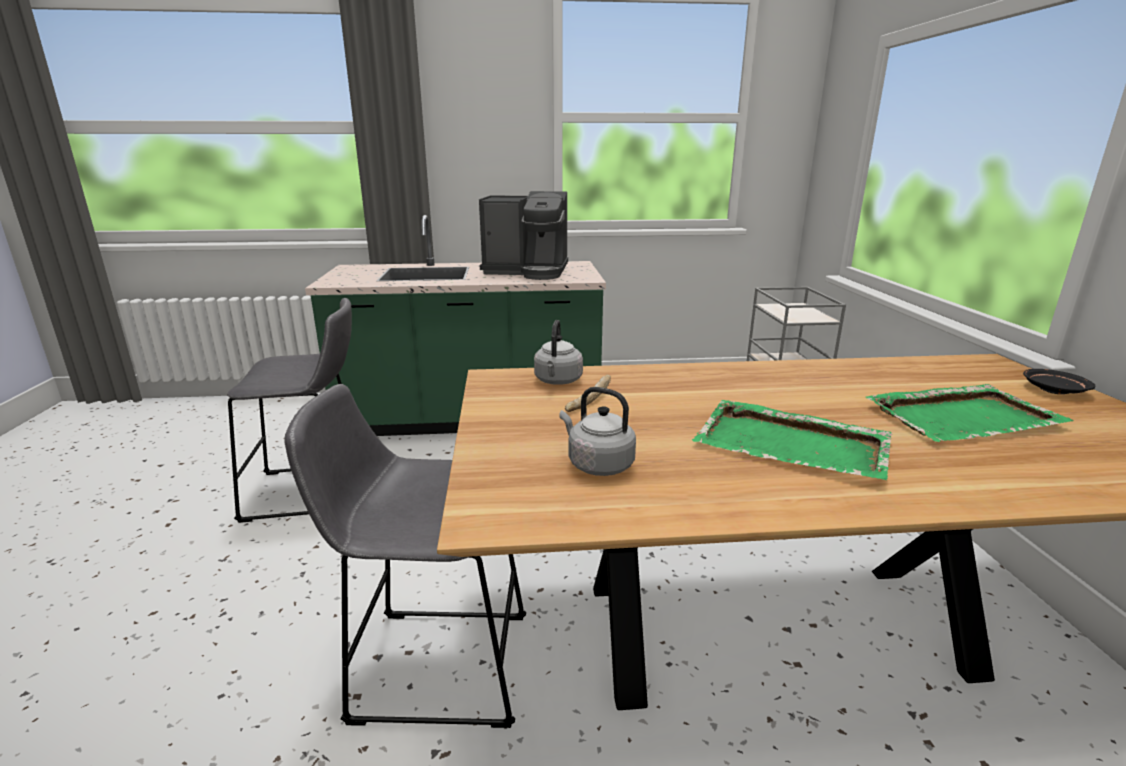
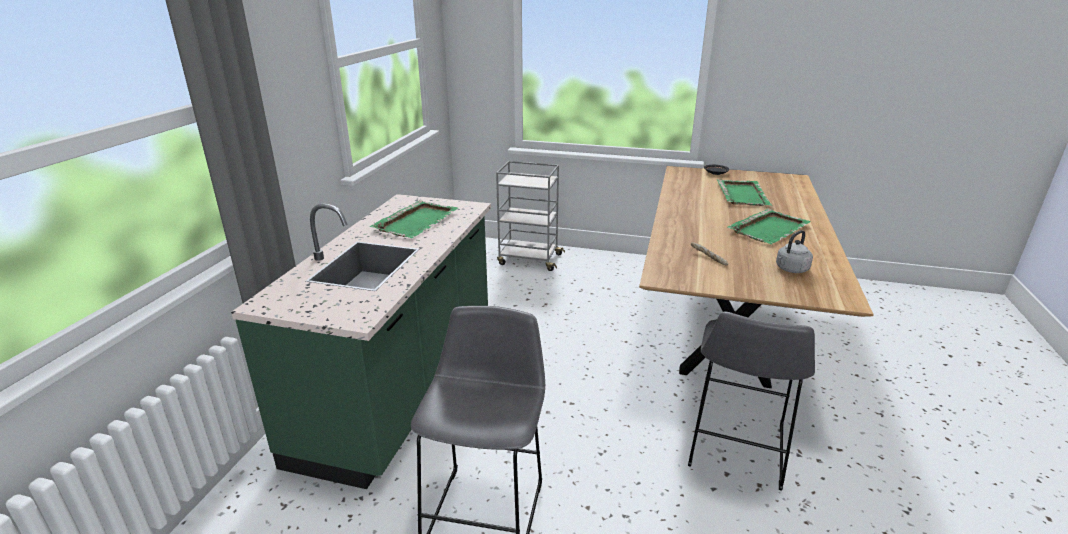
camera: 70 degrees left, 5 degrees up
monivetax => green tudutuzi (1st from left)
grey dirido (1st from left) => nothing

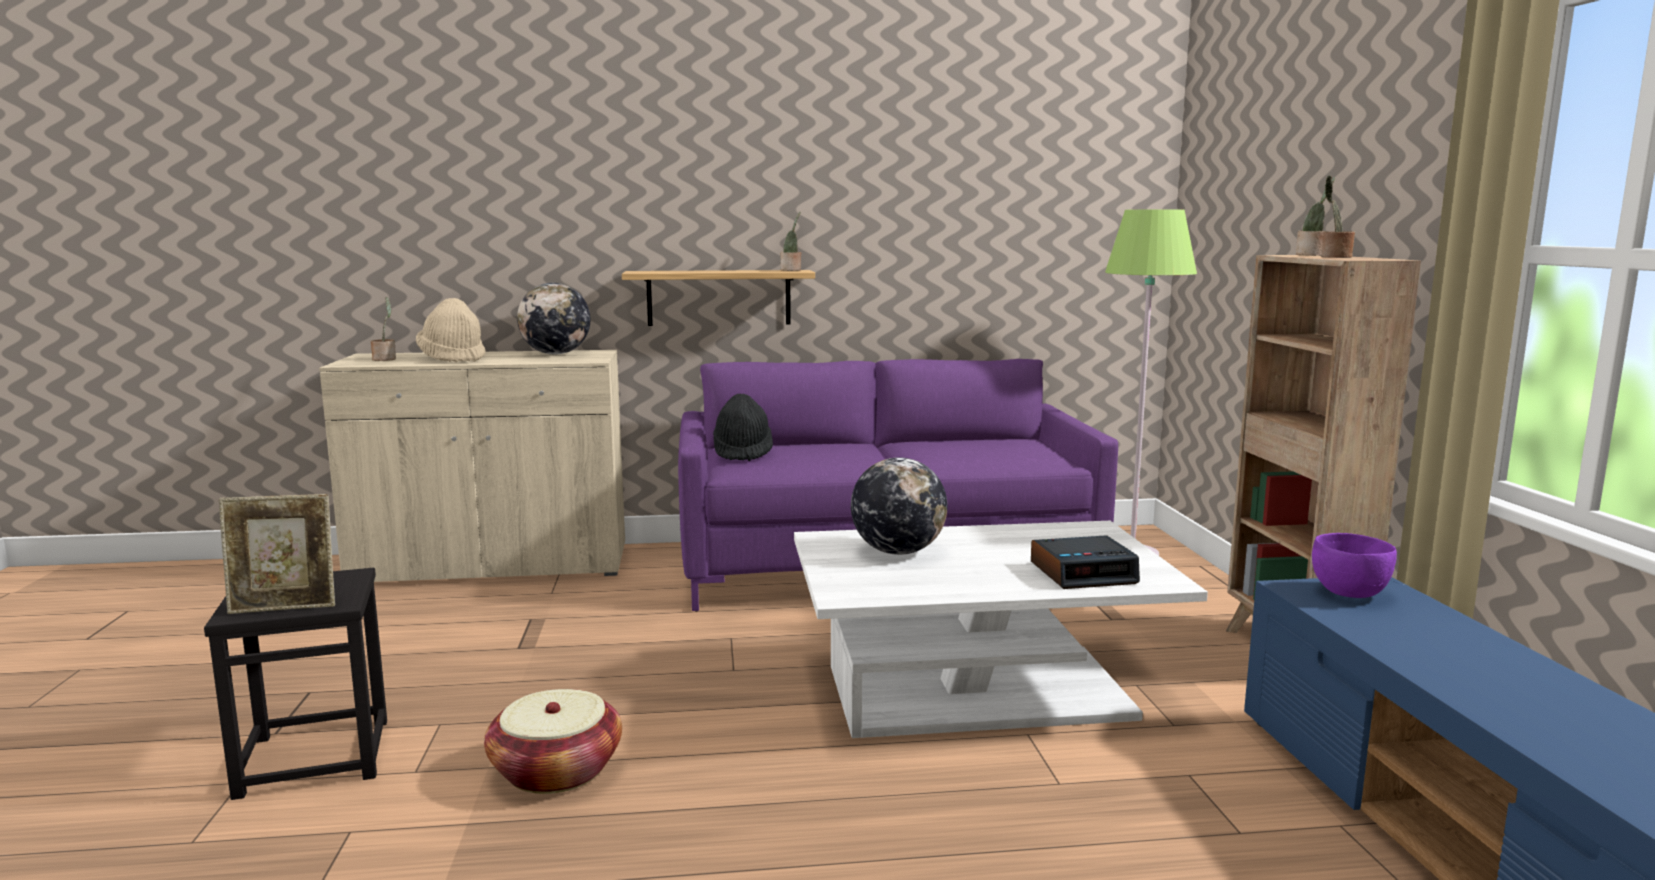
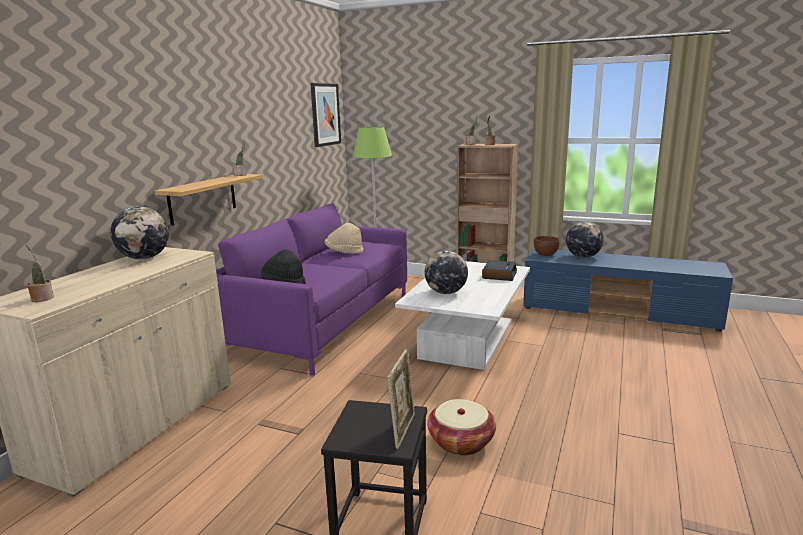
camera: 60 degrees left, 5 degrees up
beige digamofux, moved
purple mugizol => brown mugizol
nothing => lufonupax
nothing => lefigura (3rd from left)

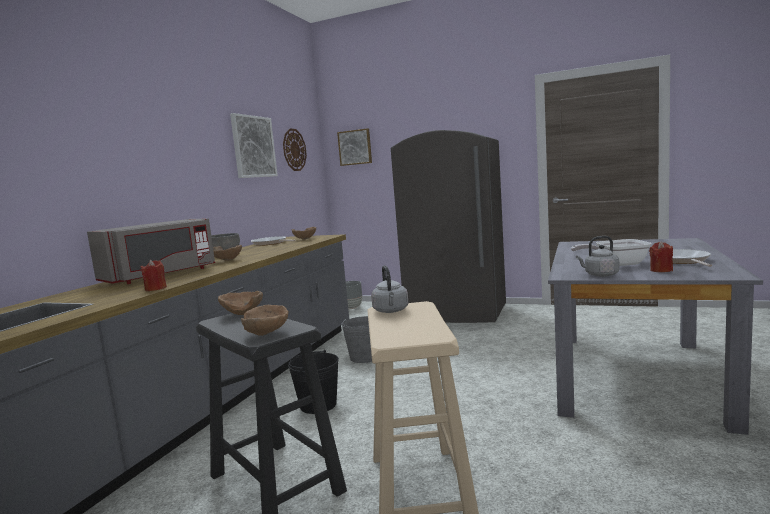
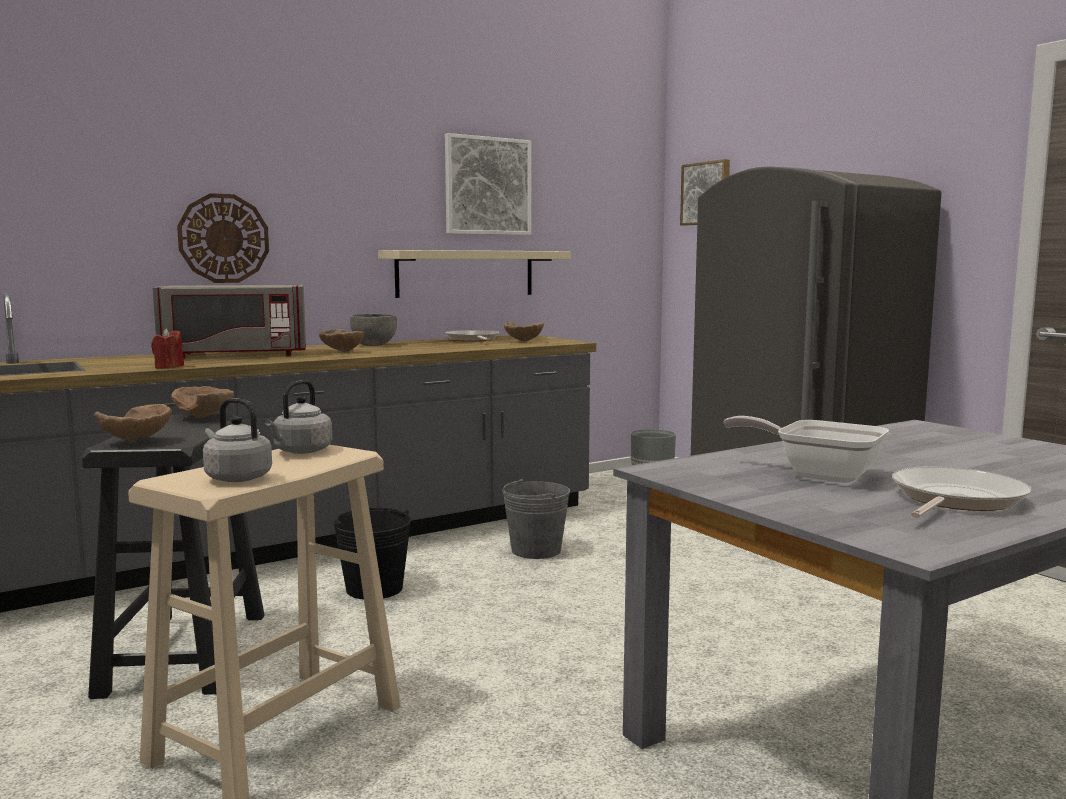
camera: 35 degrees right, 0 degrees up
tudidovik, moved
grey dirido (2nd from left in the first image) => grey dirido (1st from left), moved
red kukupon (2nd from left) => nothing
nothing => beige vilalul

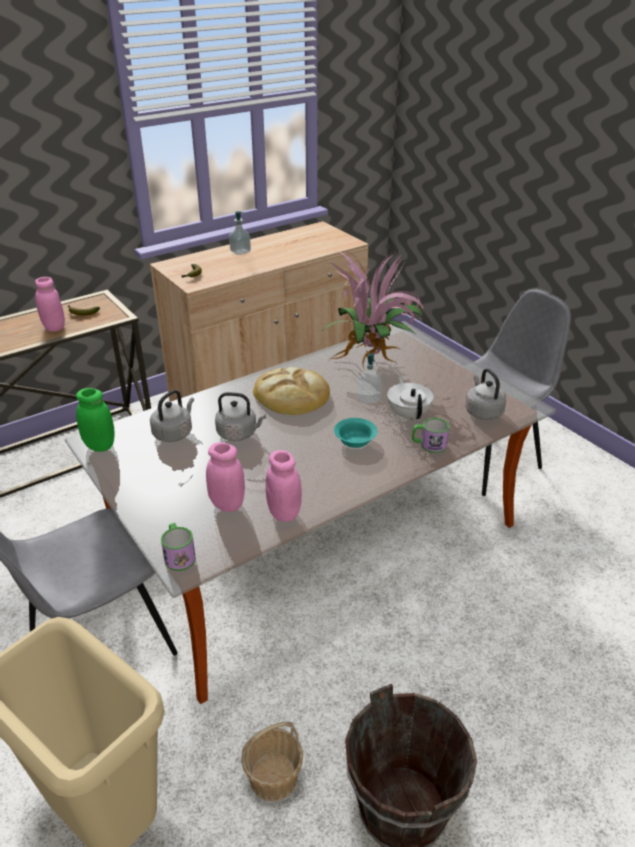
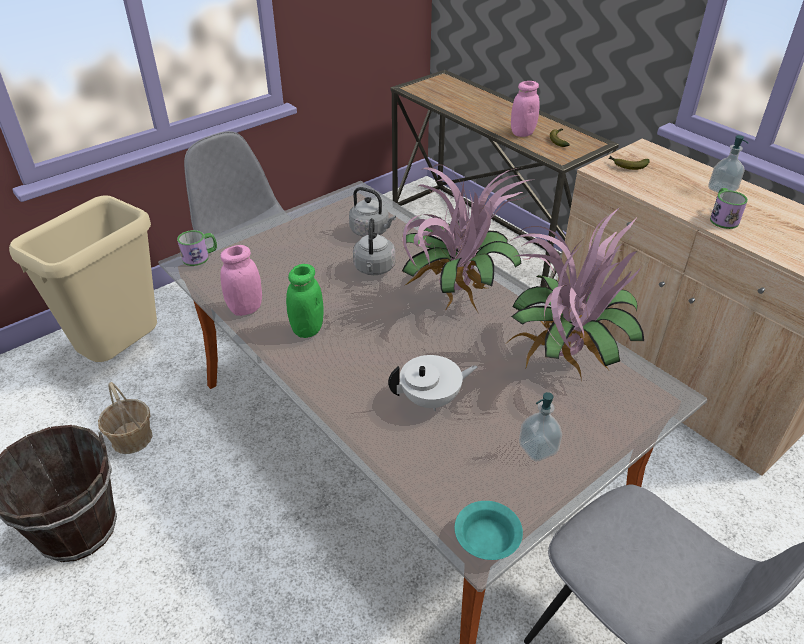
camera: 85 degrees right, 5 degrees up
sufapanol (2nd from left in the first image) => sufapanol (1st from left), moved
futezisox => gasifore (1st from left)
grey dirido (3rd from left) => nothing
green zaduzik, moved
turquoise mugizol, moved
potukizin (2nd from left), moved
pink zaduzik (2nd from left) => nothing

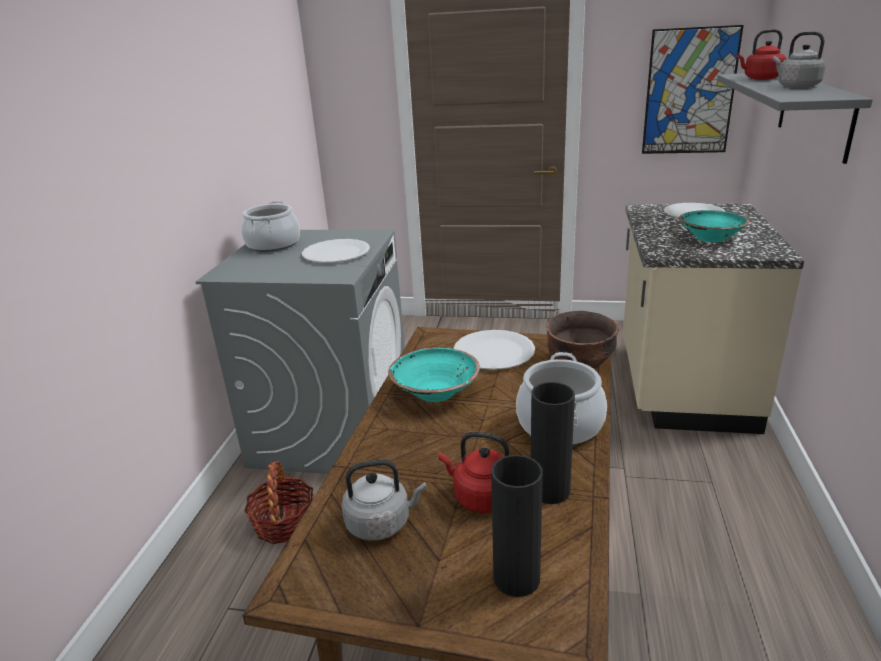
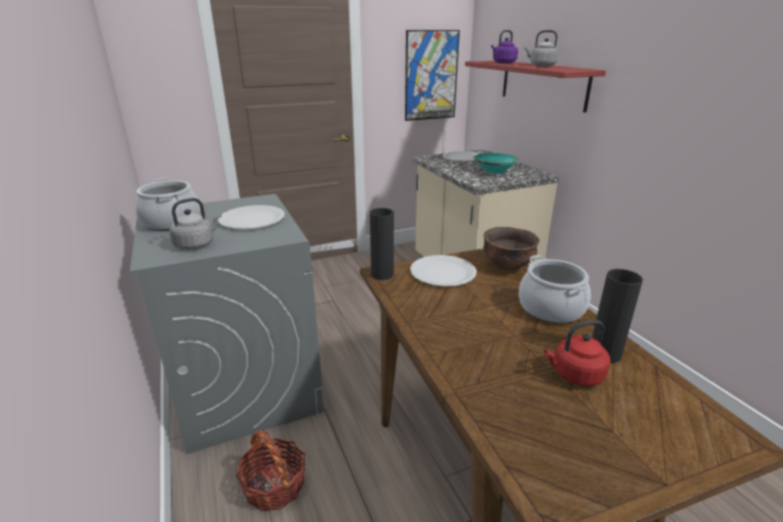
camera: 35 degrees left, 0 degrees up
red dirido (2nd from left) => purple dirido
grey vilalul => red vilalul
turquoise mugizol (1st from left) => nothing
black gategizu (1st from left), moved
grey dirido (1st from left), moved

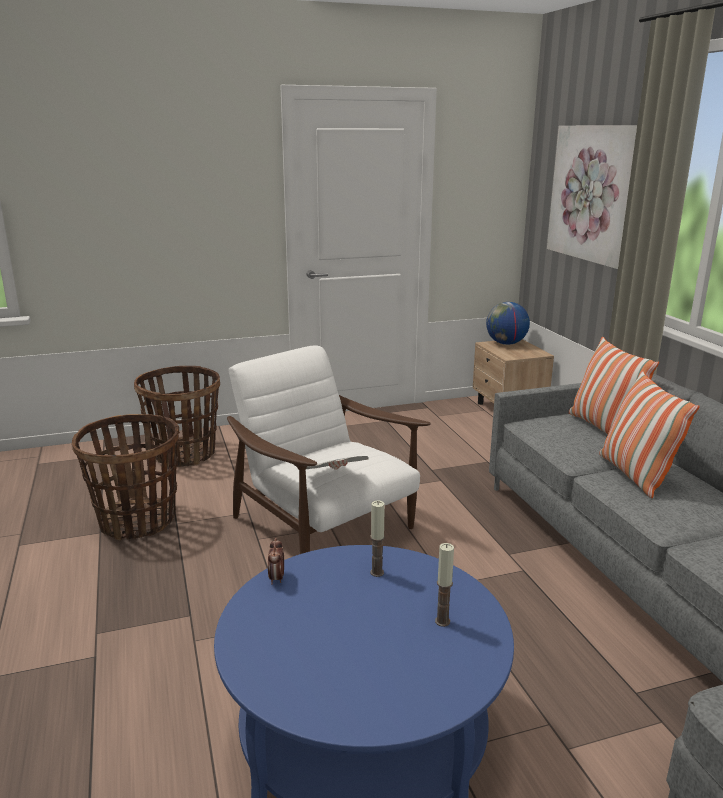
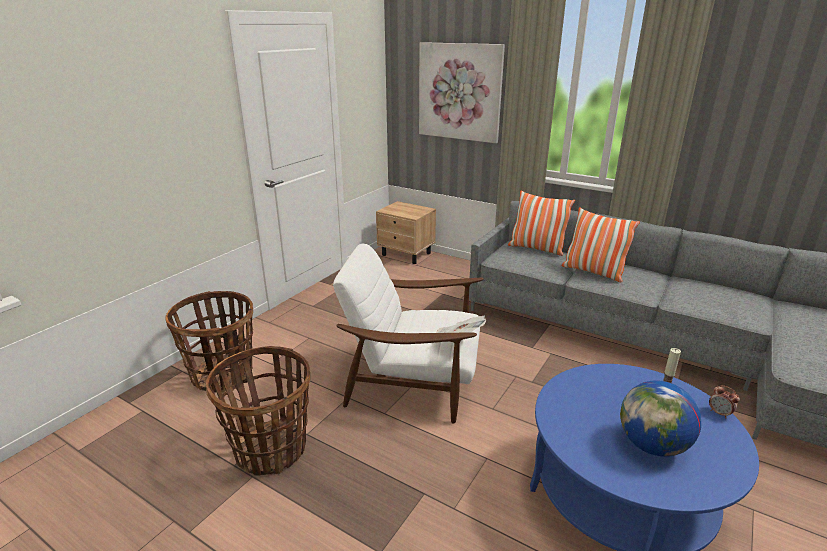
camera: 40 degrees left, 5 degrees up
lefigura, moved
kukupon (1st from left) => nothing
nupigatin, moved

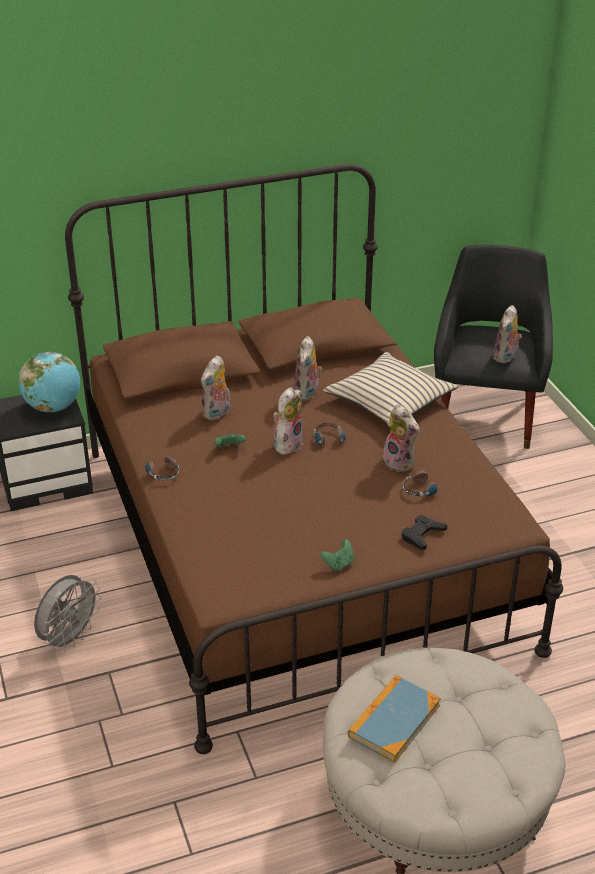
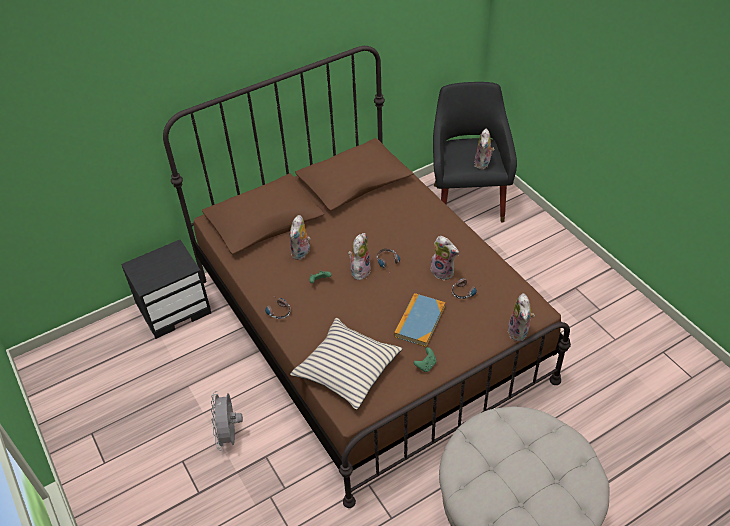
camera: 10 degrees left, 10 degrees up
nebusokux (3rd from left in the first image) => nebusokux (5th from left), moved
lefigura => nothing
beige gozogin, moved
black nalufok => nothing
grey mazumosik, 150 degrees clockwise
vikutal, moved

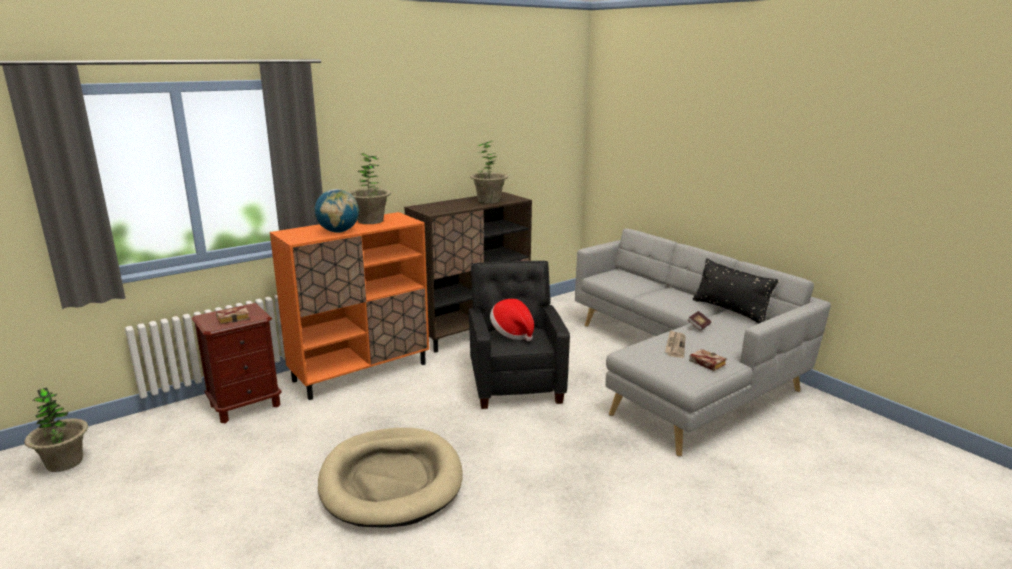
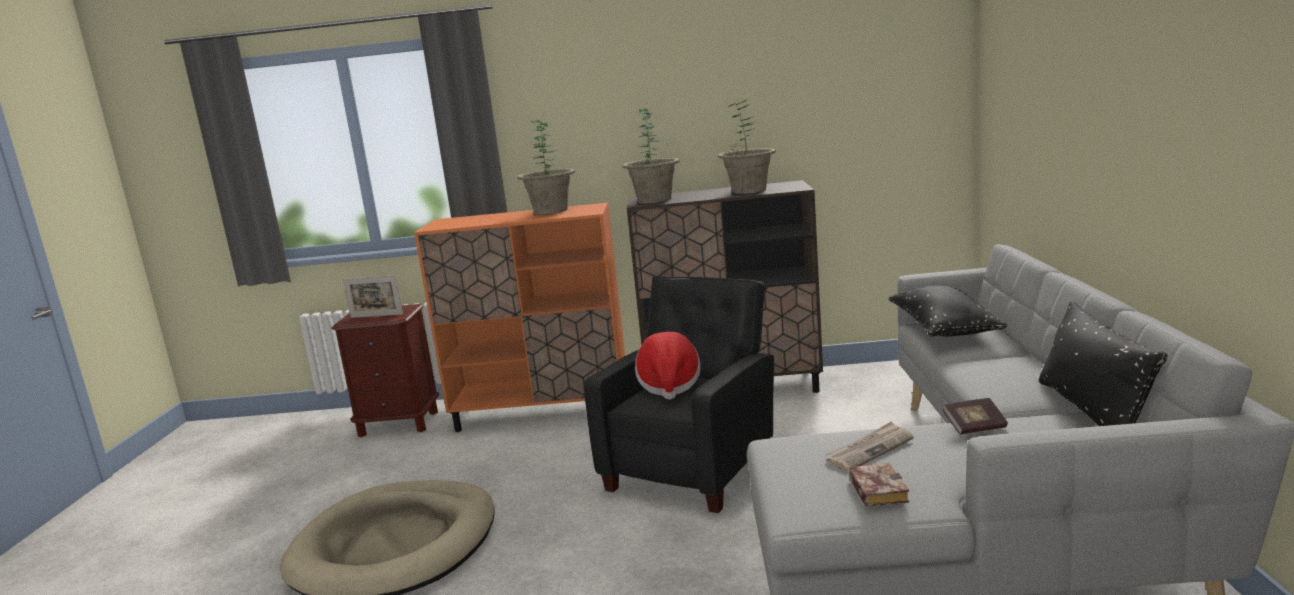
camera: 40 degrees right, 5 degrees down
lefigura => nothing
vikutal (1st from left) => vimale
gasifore (1st from left in the first image) => gasifore (2nd from left), moved
nothing => black gozogin (1st from left)

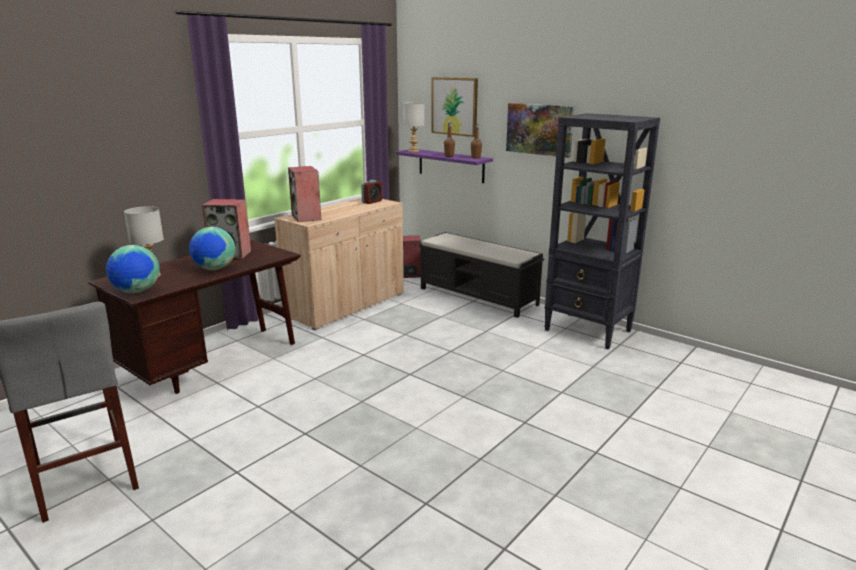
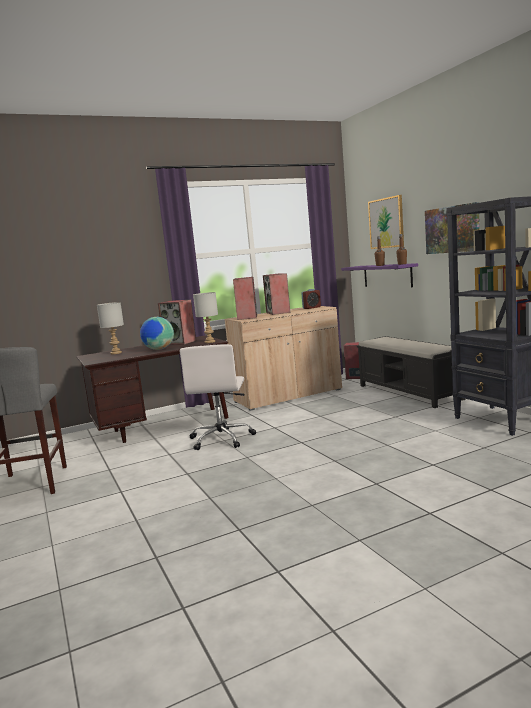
camera: 25 degrees right, 10 degrees down
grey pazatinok (2nd from left), moved
lefigura (1st from left) => nothing
nothing => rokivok (3rd from left)
nothing => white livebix

